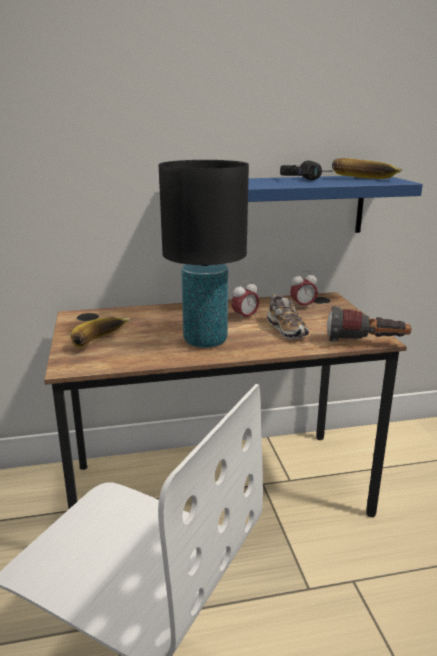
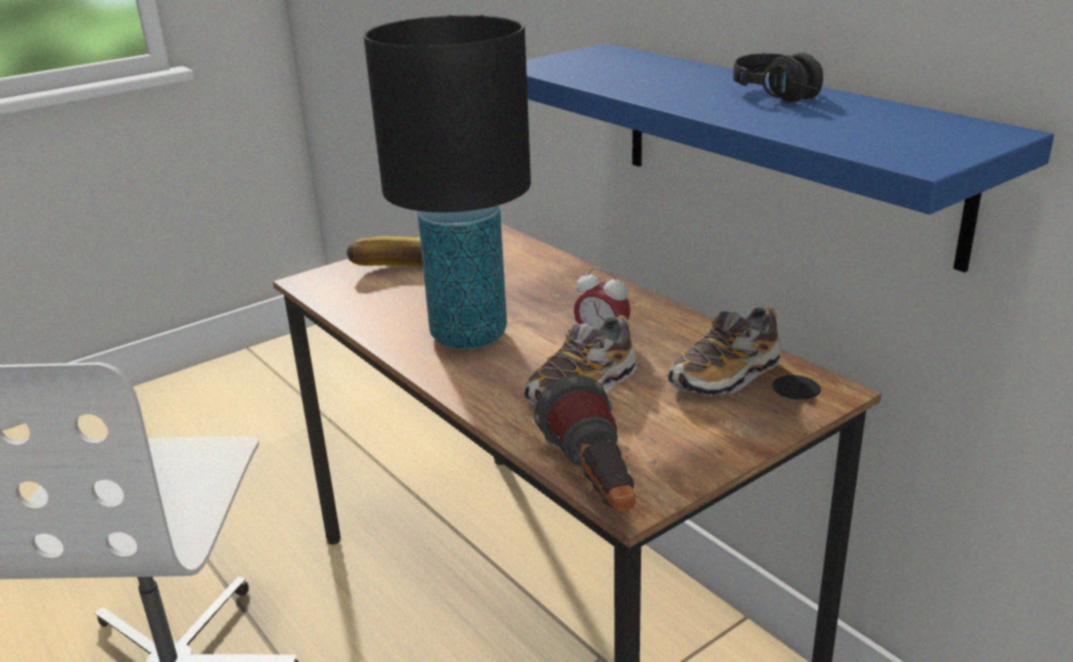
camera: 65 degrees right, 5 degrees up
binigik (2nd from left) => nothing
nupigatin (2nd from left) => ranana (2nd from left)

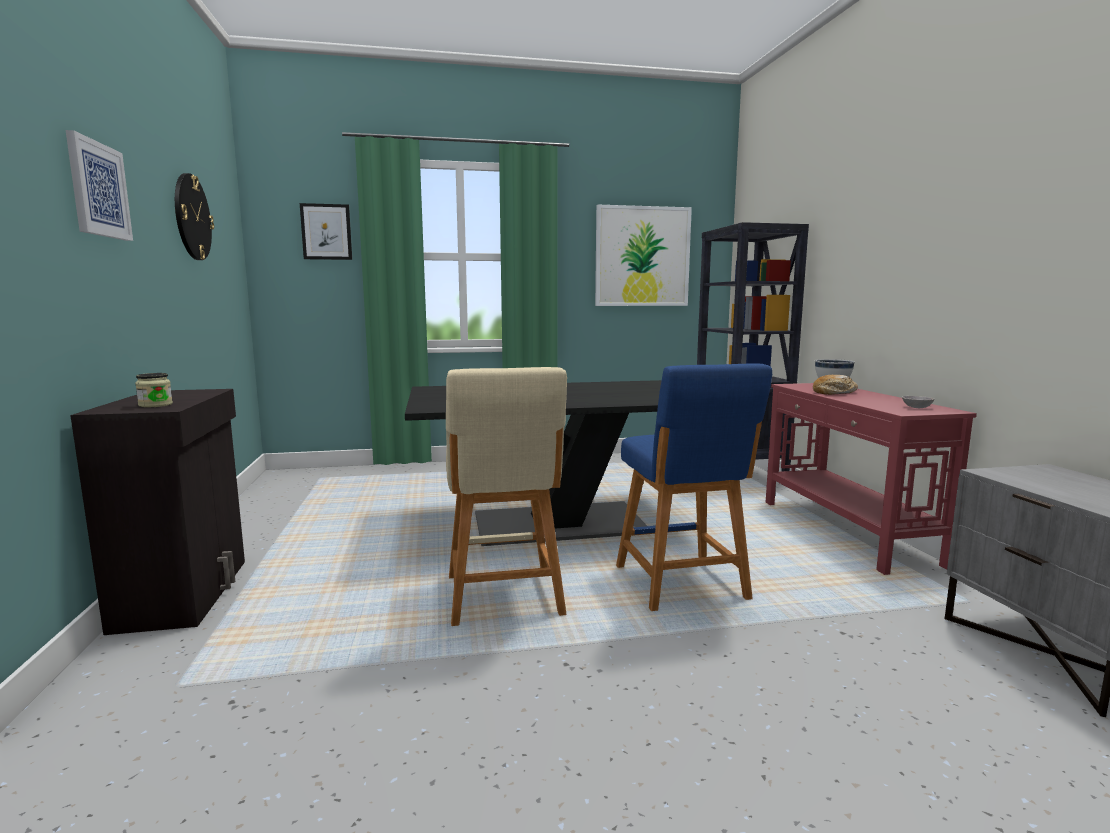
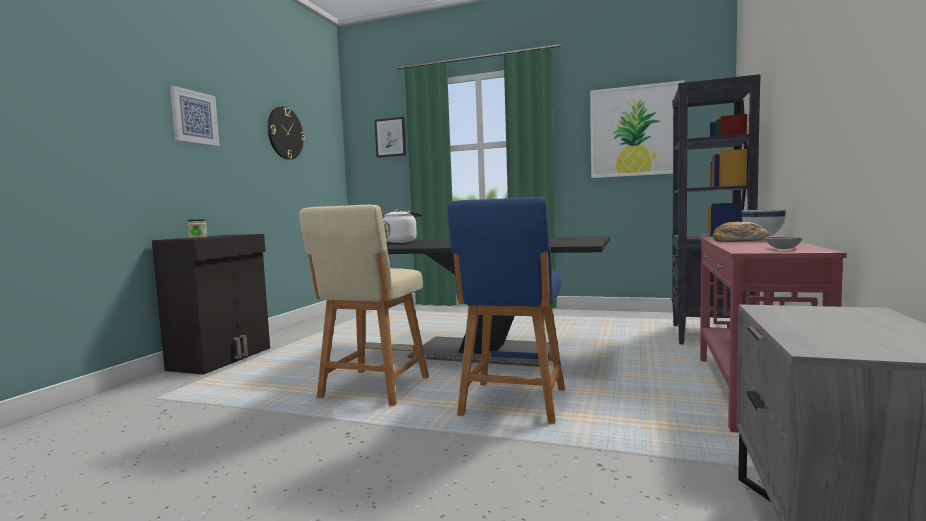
camera: 30 degrees right, 5 degrees down
nothing => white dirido

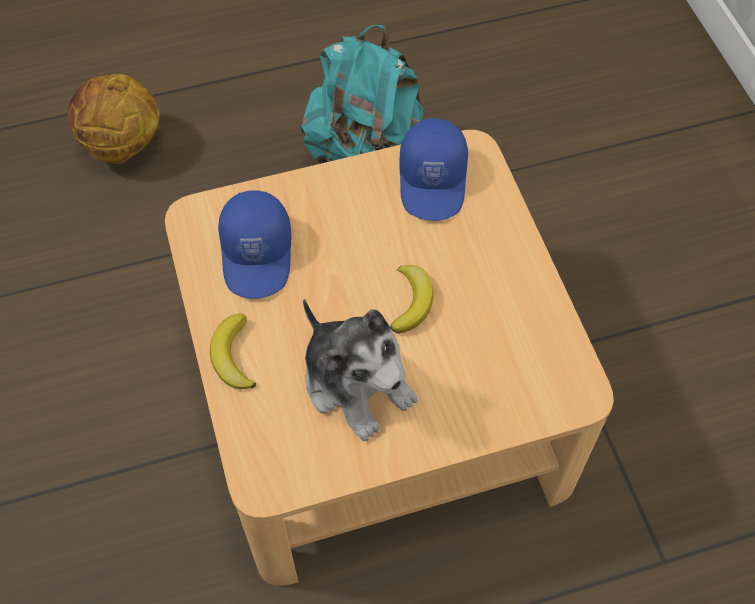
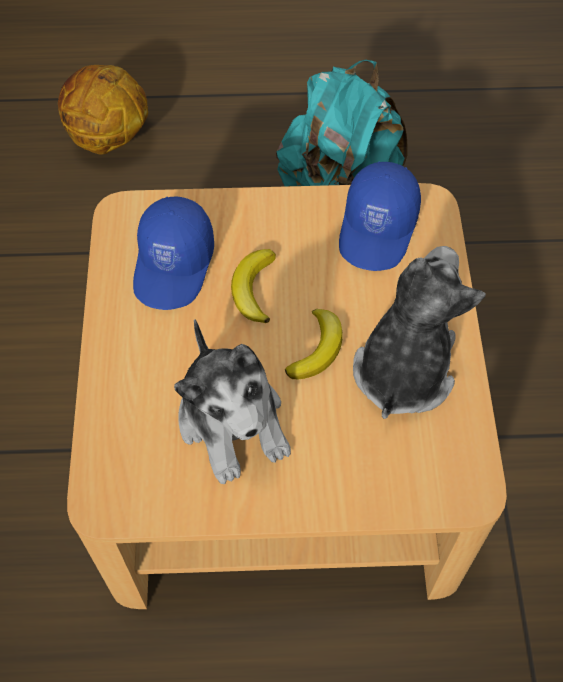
camera: 15 degrees right, 0 degrees up
binigik (1st from left), moved
nothing => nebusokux (2nd from left)

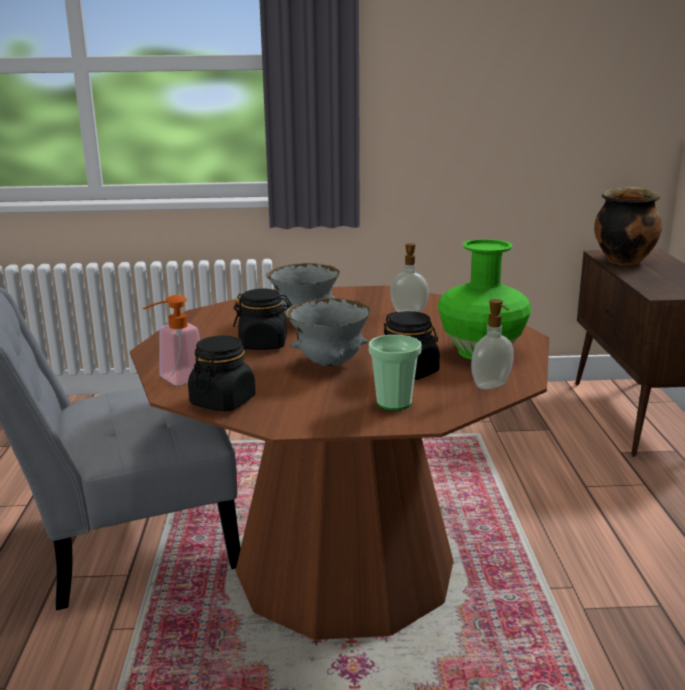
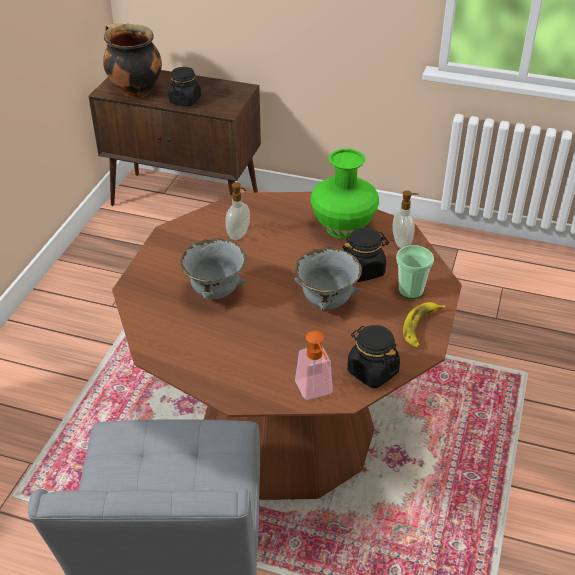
camera: 70 degrees left, 20 degrees up
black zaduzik (2nd from left in the first image) => black zaduzik (1st from left), moved
nothing => binigik

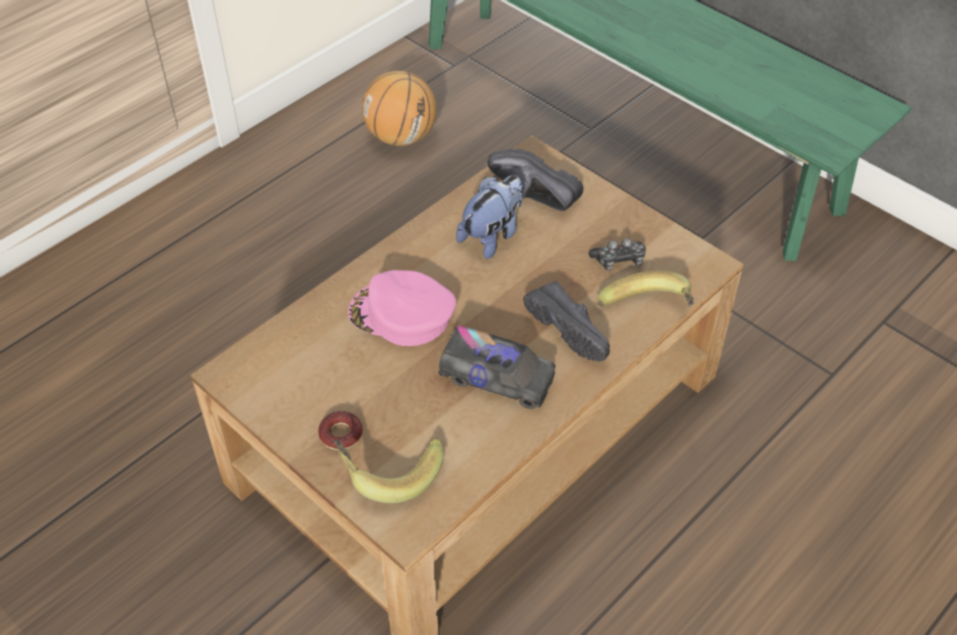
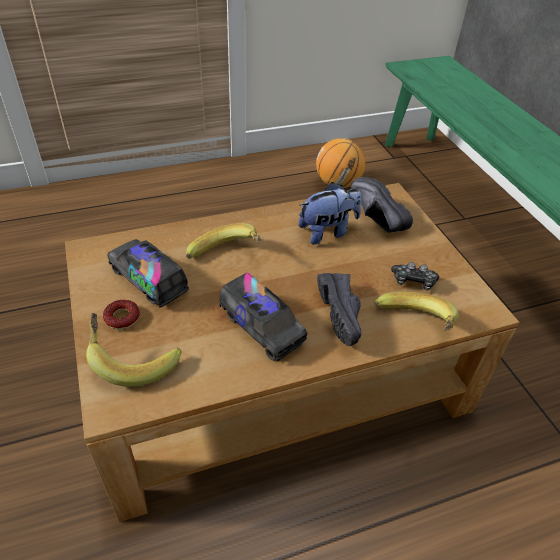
camera: 25 degrees right, 5 degrees down
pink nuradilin => binigik (2nd from left)
nothing => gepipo (1st from left)

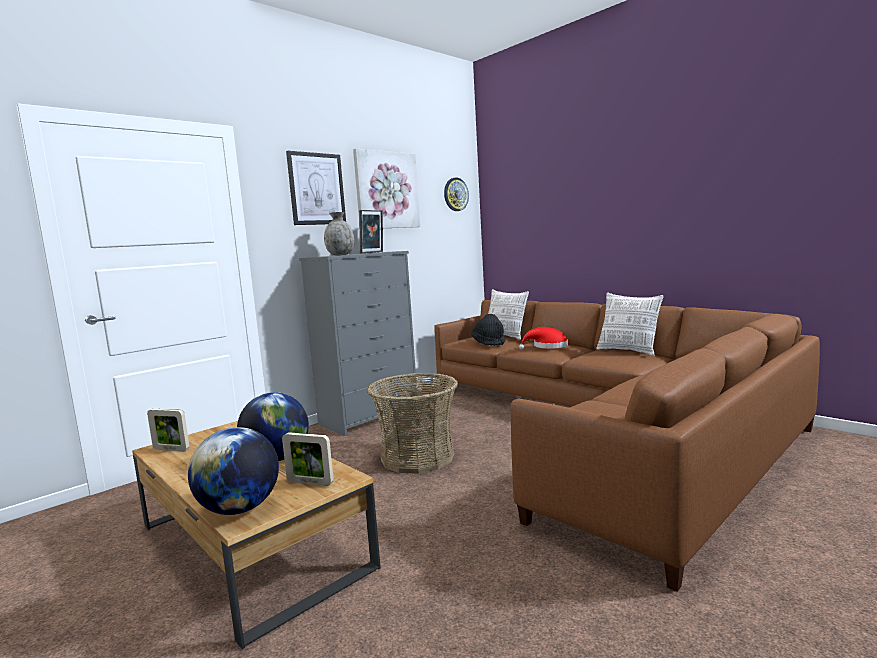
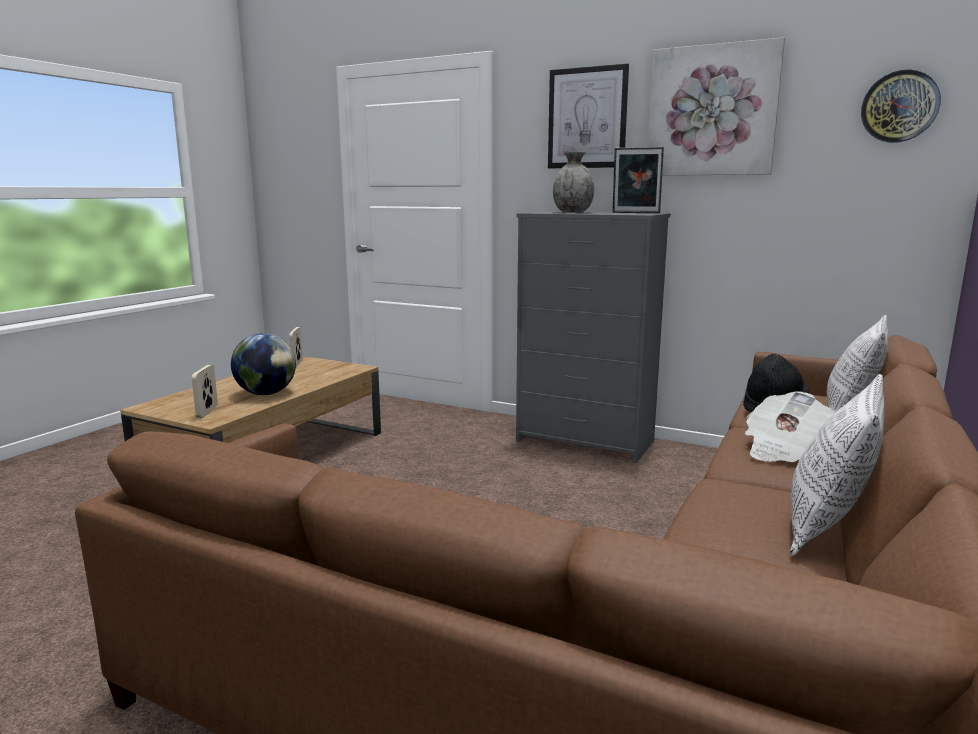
camera: 70 degrees right, 5 degrees up
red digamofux => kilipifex
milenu => nothing
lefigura (1st from left) => nothing

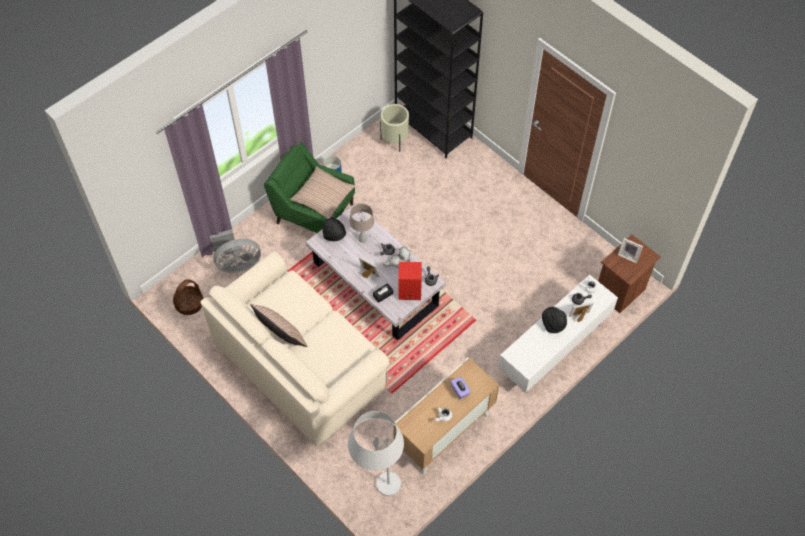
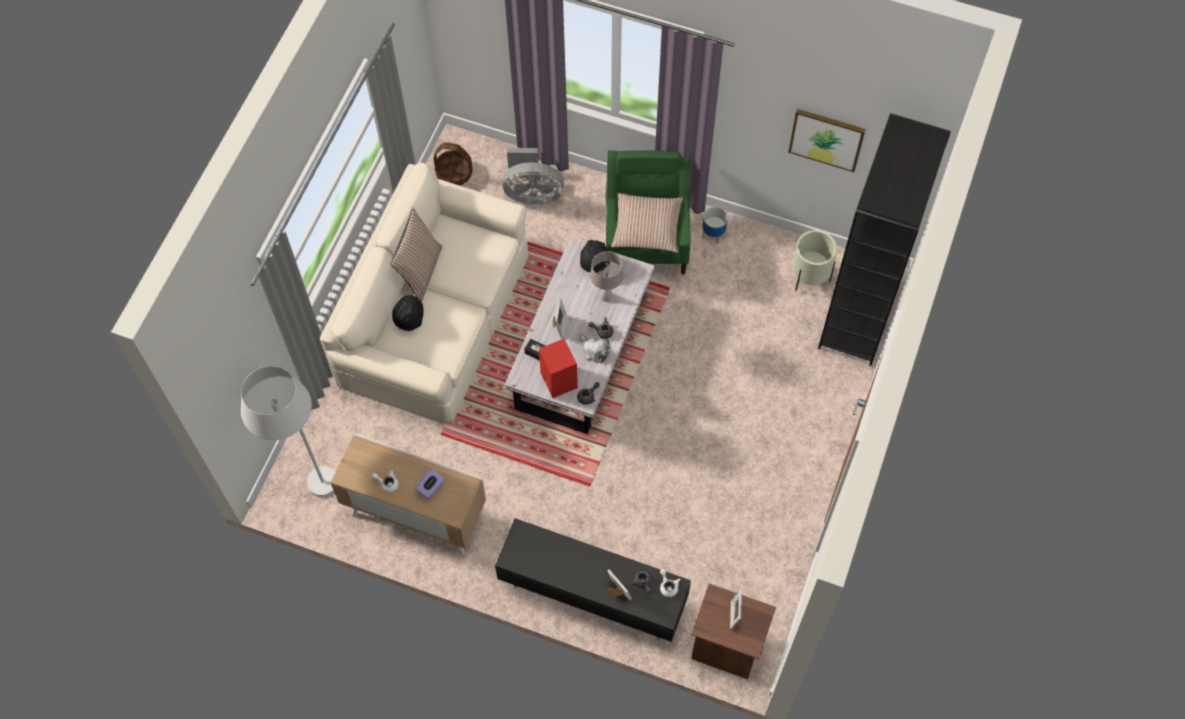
camera: 65 degrees right, 5 degrees up
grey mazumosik, 45 degrees counterclockwise
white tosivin => black tosivin
black digamofux (2nd from left in the first image) => black digamofux (1st from left), moved
nothing => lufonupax

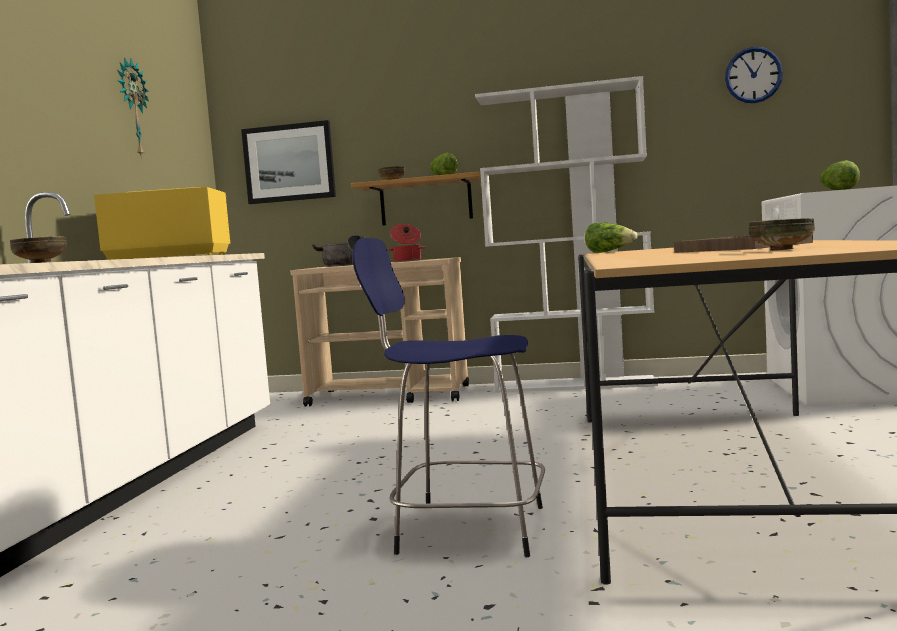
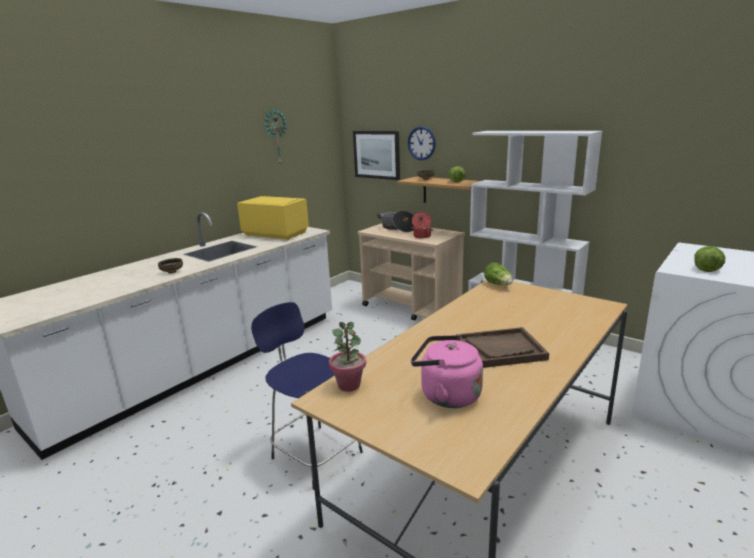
camera: 30 degrees right, 15 degrees up
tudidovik (2nd from left), moved
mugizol (3rd from left) => pink dirido
nothing => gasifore

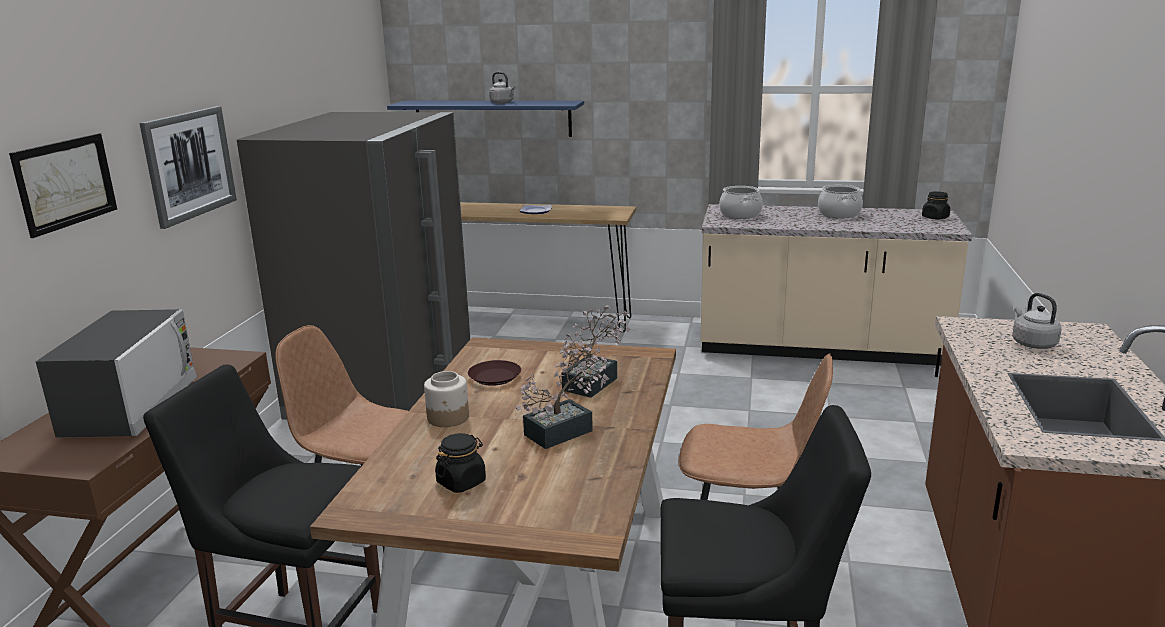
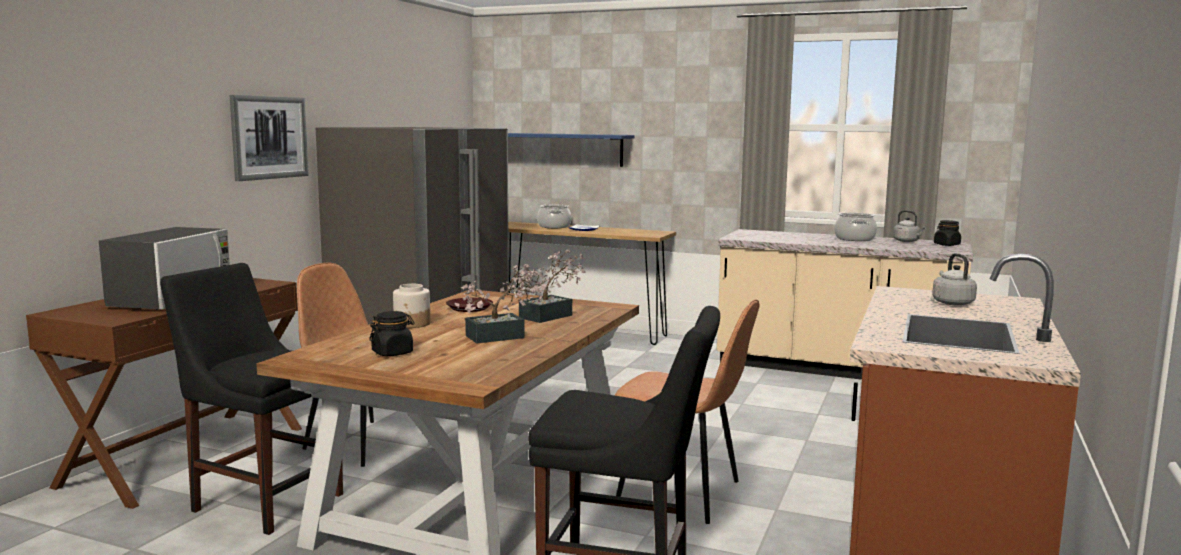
camera: 10 degrees right, 10 degrees down
grey dirido (1st from left), moved
lufonupax (1st from left) => nothing
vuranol (1st from left), moved

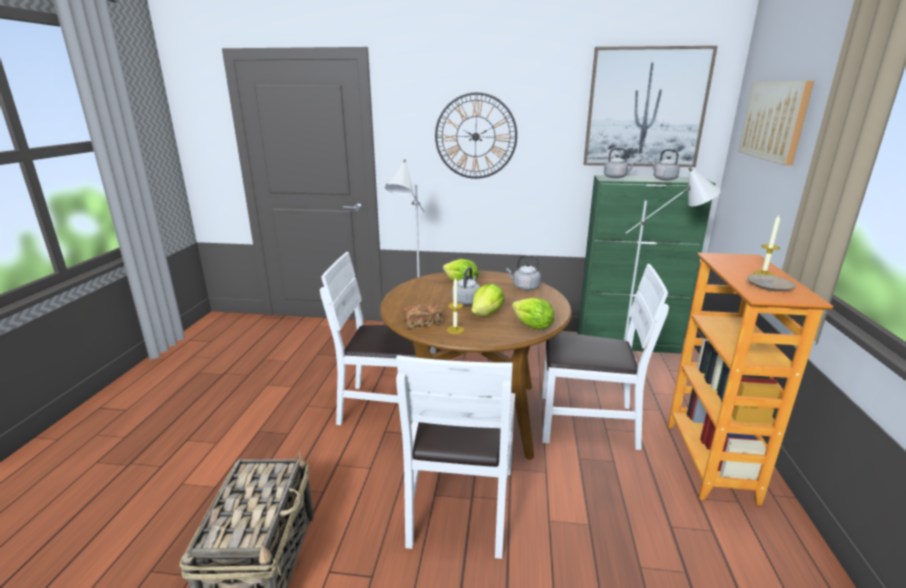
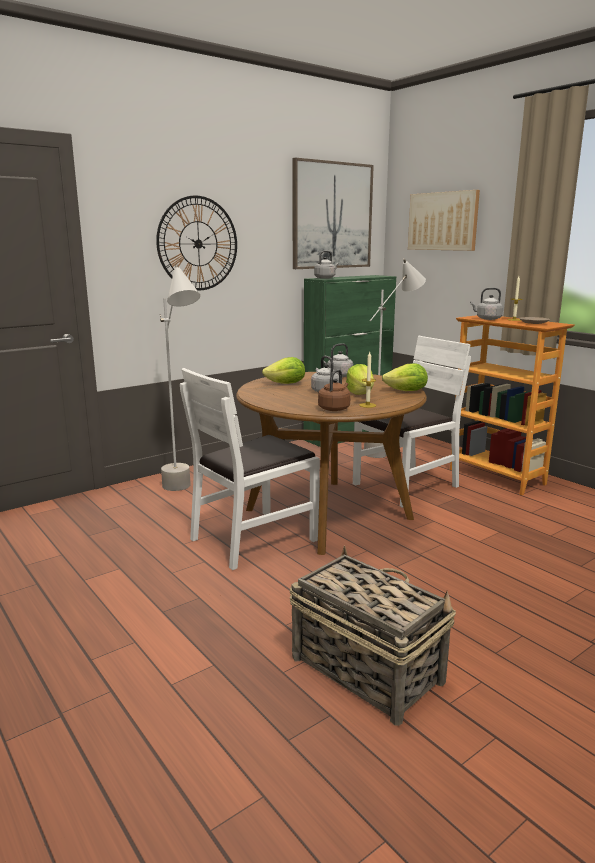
camera: 45 degrees left, 5 degrees down
grey dirido (4th from left), moved
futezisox => brown dirido
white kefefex (2nd from left) => nothing

